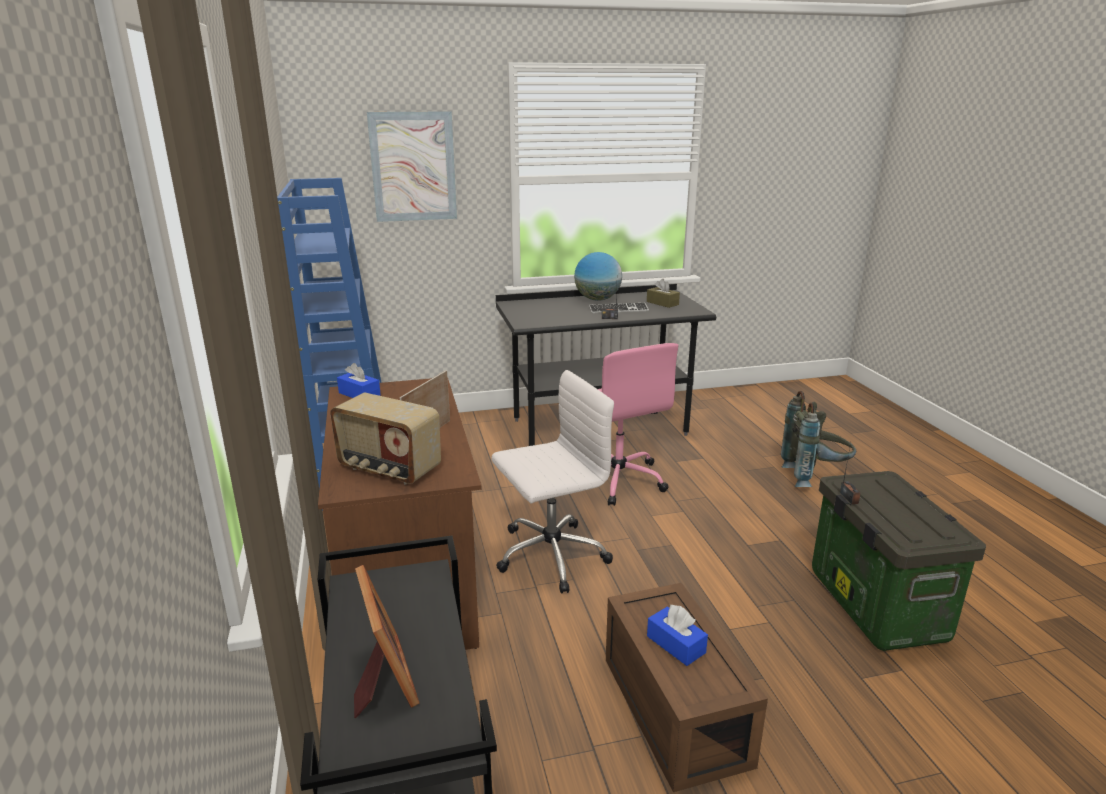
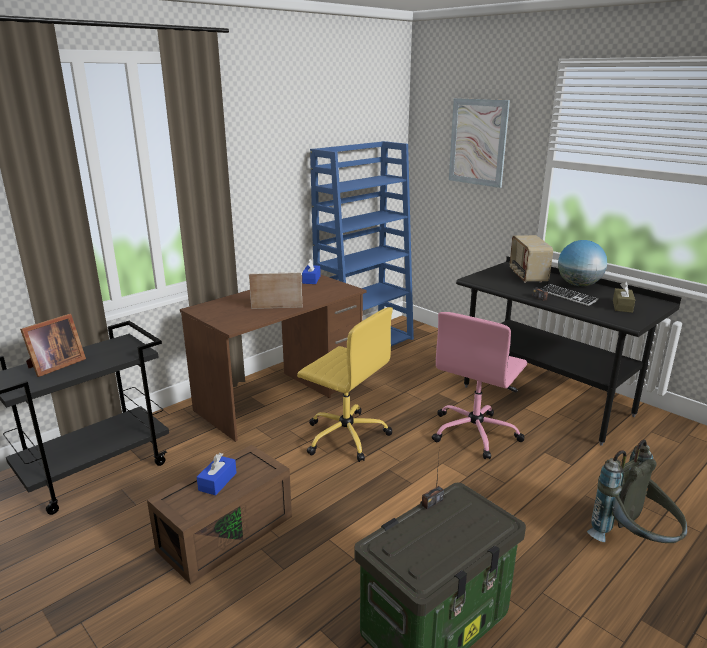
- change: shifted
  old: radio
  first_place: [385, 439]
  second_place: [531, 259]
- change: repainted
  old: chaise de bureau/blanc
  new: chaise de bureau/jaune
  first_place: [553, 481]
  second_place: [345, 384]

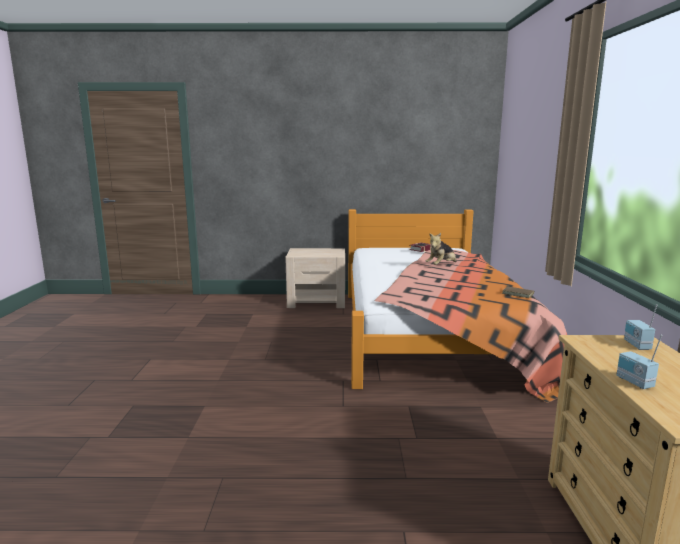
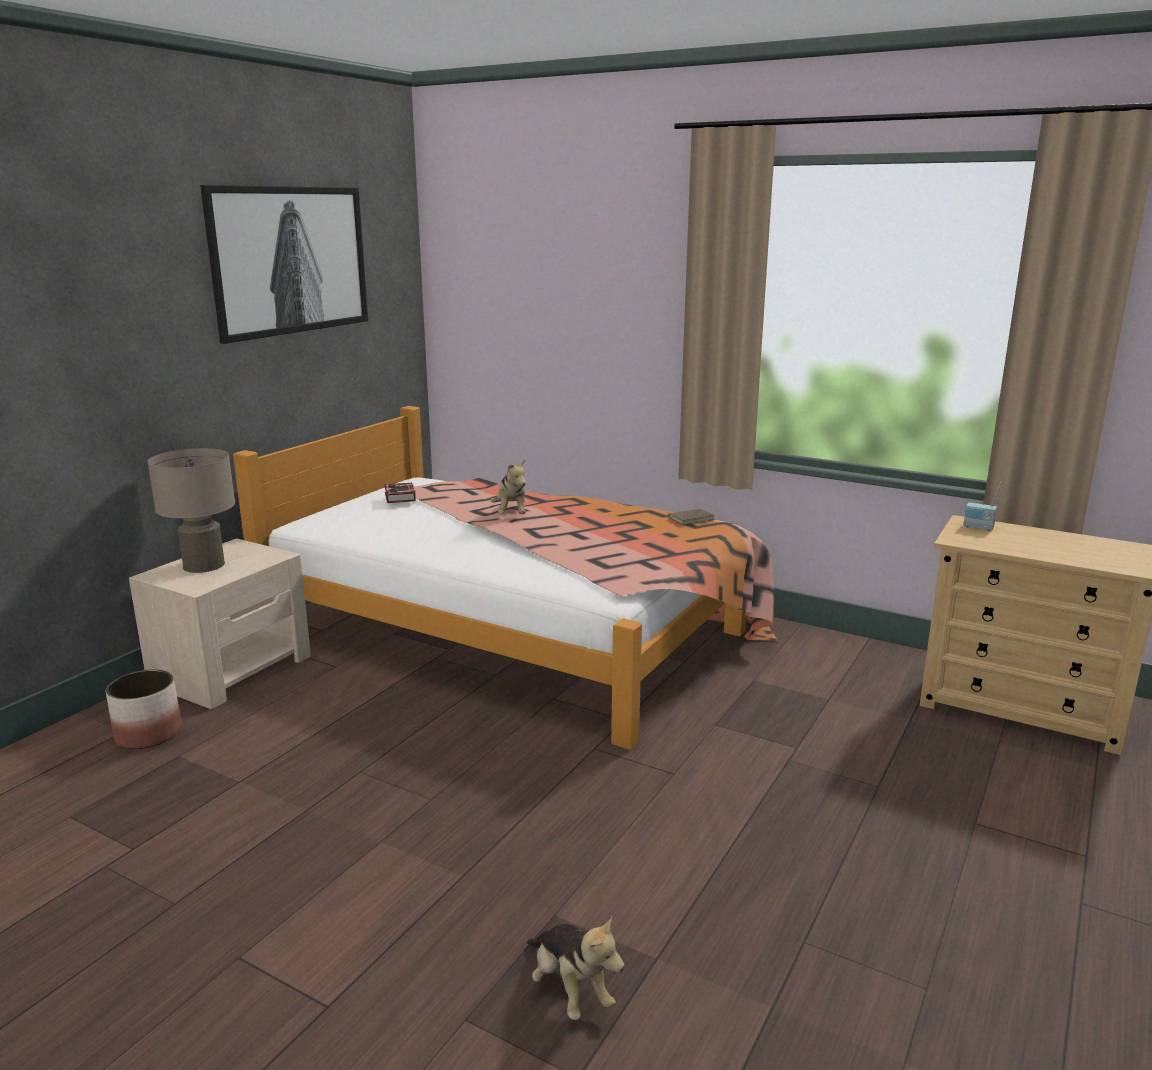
- change: gone
  old: radio
  first_place: [639, 362]
- change: new
  new: cache-pot
  second_place: [144, 709]
- change: new
  new: lampe de table/beige
  second_place: [191, 510]
- change: new
  new: tableau
  second_place: [284, 264]
- change: new
  new: peluche
  second_place: [575, 968]

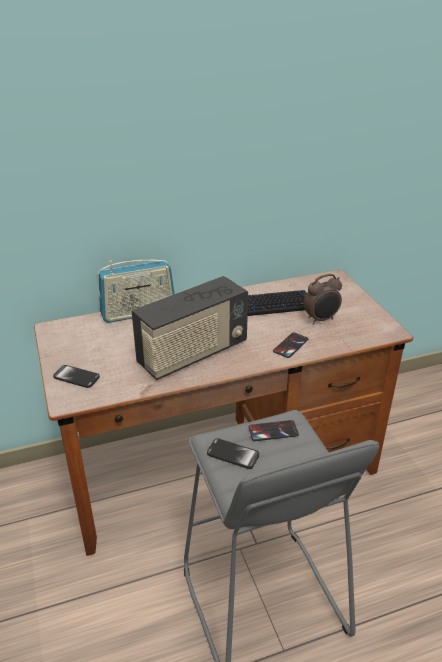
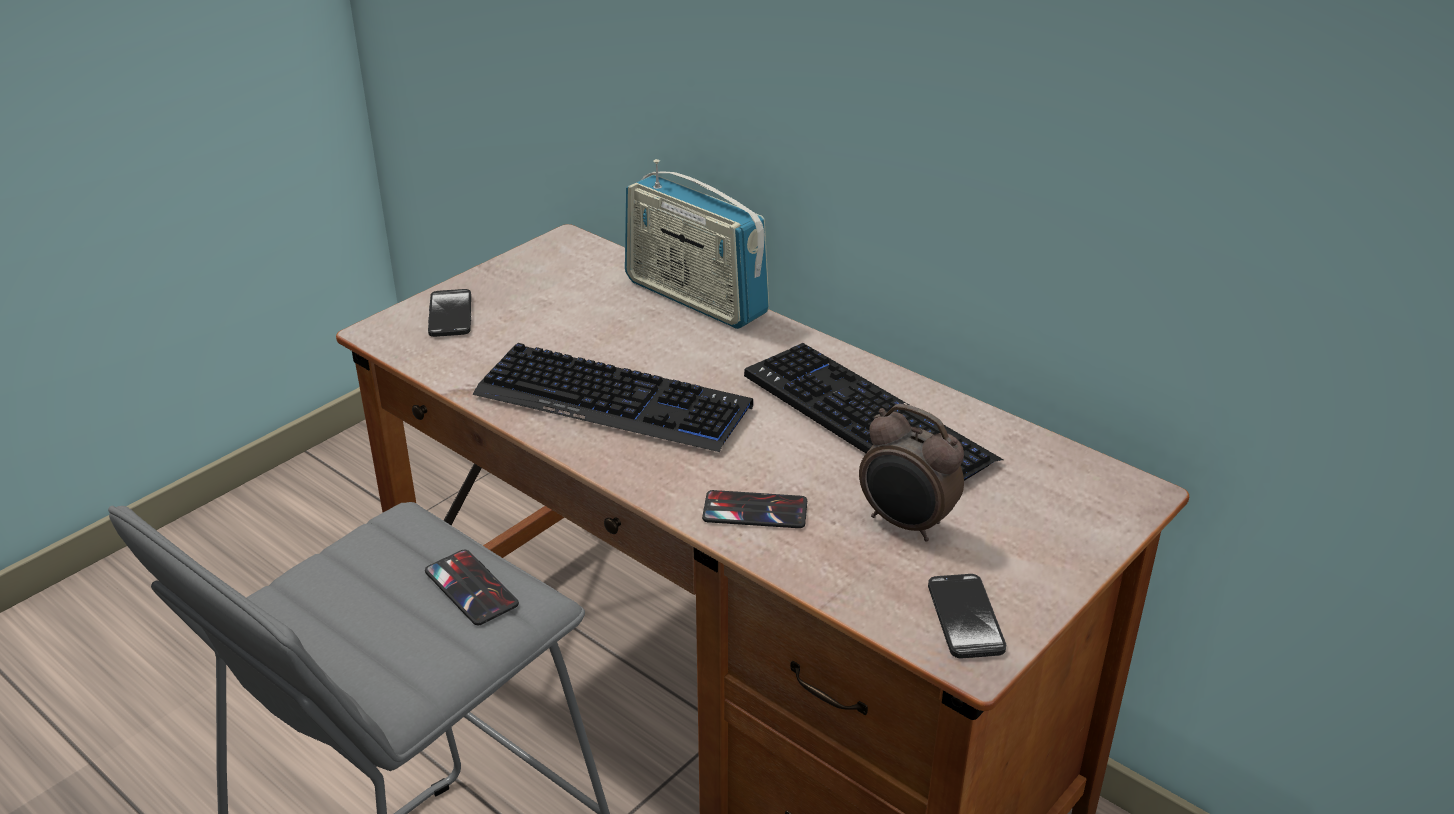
- change: shifted
  old: téléphone
  first_place: [233, 453]
  second_place: [967, 616]
- change: swapped
  old: radio
  new: clavier
  first_place: [189, 328]
  second_place: [612, 397]

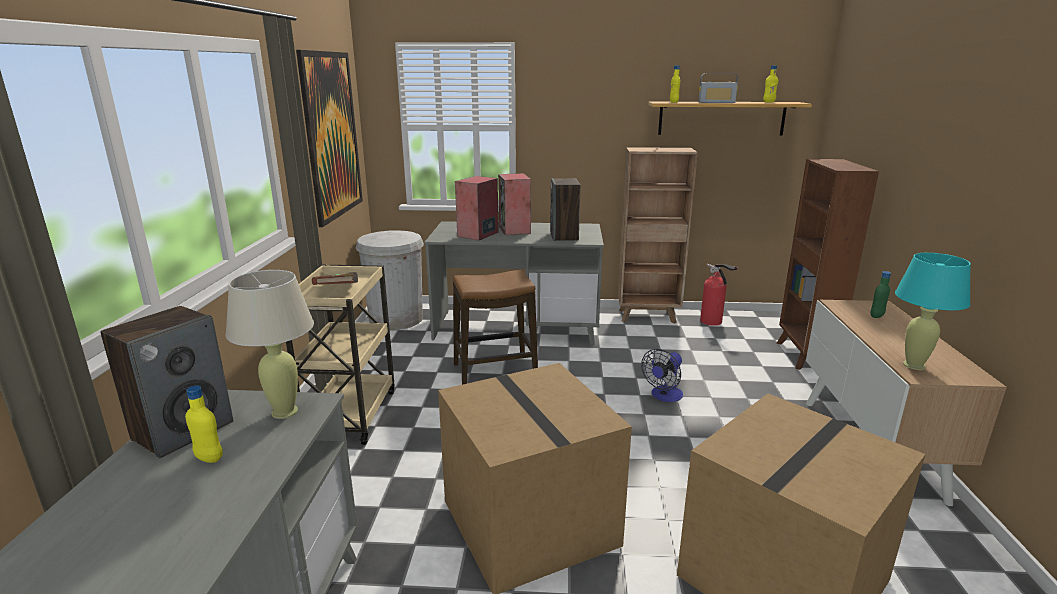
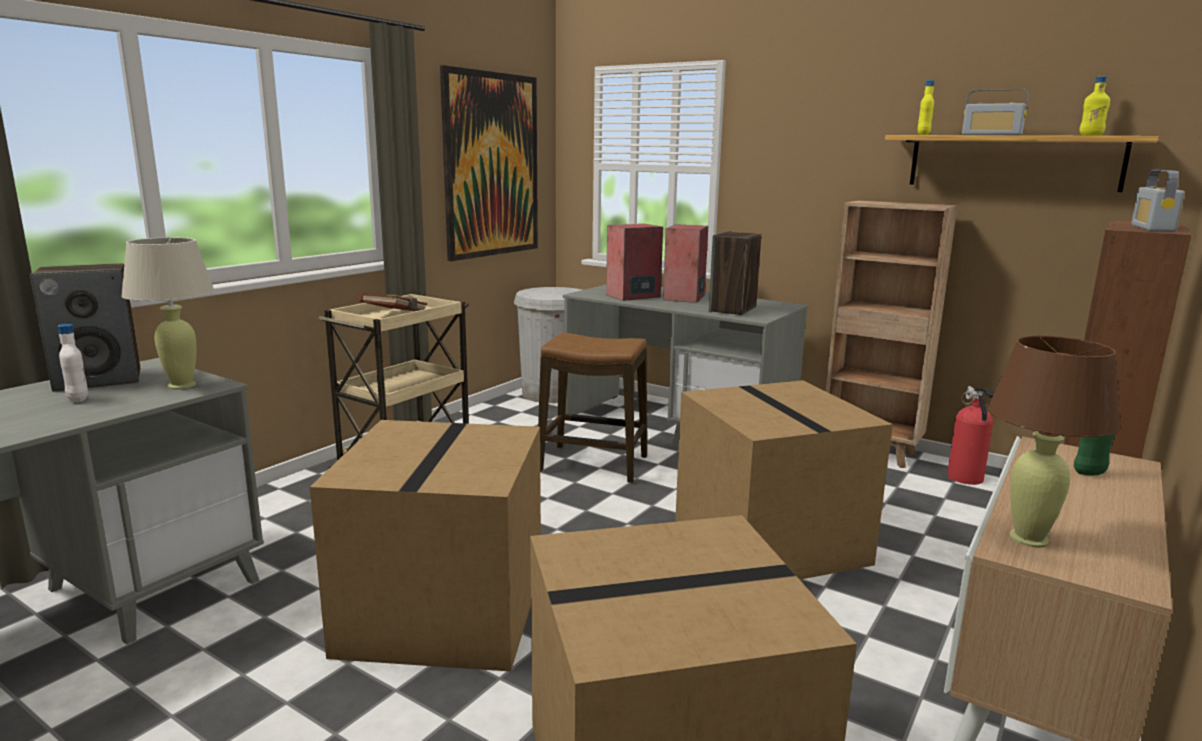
- change: new
  new: radio
  second_place: [1157, 201]
- change: swapped
  old: ventilateur
  new: carton
  first_place: [662, 375]
  second_place: [784, 480]
- change: repainted
  old: bouteille/jaune
  new: bouteille/blanc
  first_place: [204, 424]
  second_place: [73, 363]
- change: repainted
  old: lampe de table/turquoise
  new: lampe de table/marron
  first_place: [933, 311]
  second_place: [1054, 442]

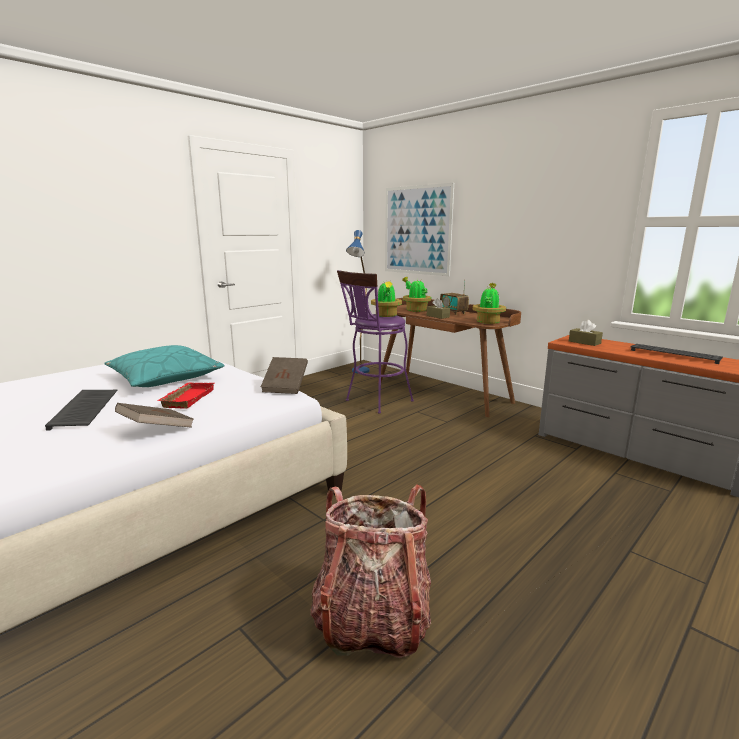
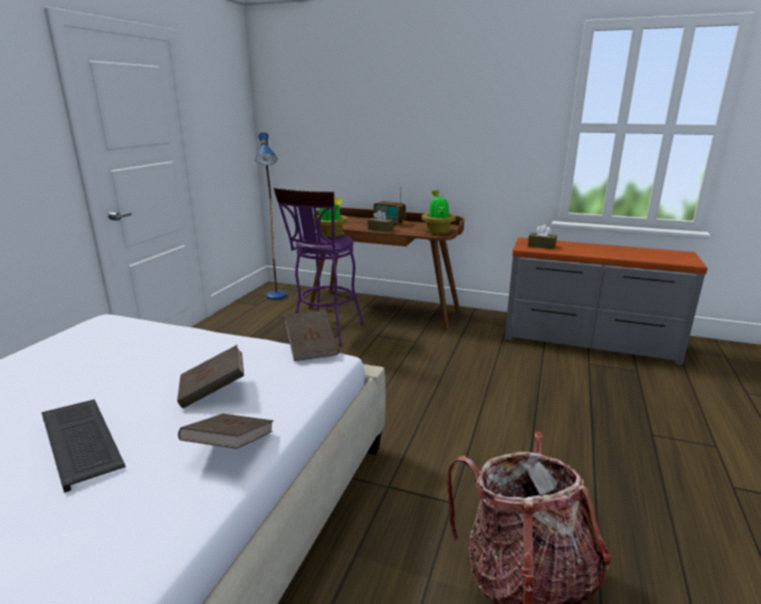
- change: gone
  old: coussin/turquoise
  first_place: [164, 366]
- change: gone
  old: tableau
  first_place: [419, 229]
- change: gone
  old: plante en pot
  first_place: [417, 294]
- change: gone
  old: clavier
  first_place: [676, 354]
- change: swapped
  old: plateau/rouge
  new: livre/marron
  first_place: [186, 396]
  second_place: [210, 376]

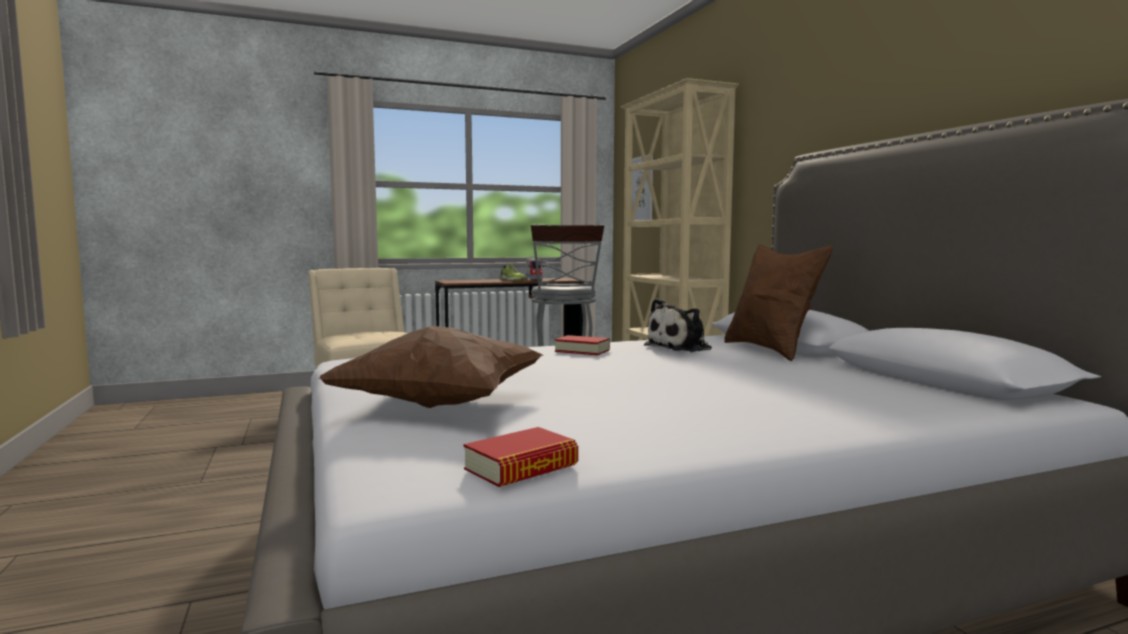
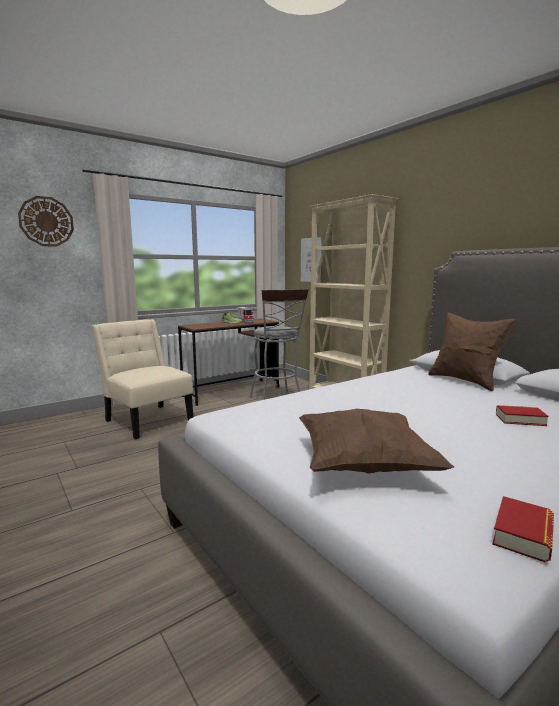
- change: gone
  old: peluche
  first_place: [678, 325]
- change: new
  new: horloge murale
  second_place: [46, 221]
- change: shifted
  old: livre
  first_place: [582, 345]
  second_place: [522, 415]

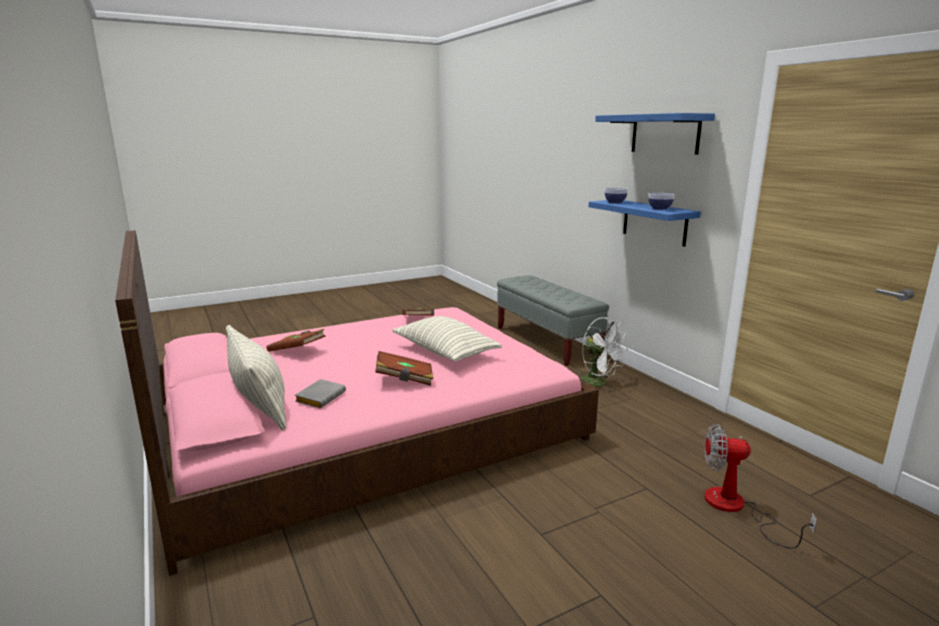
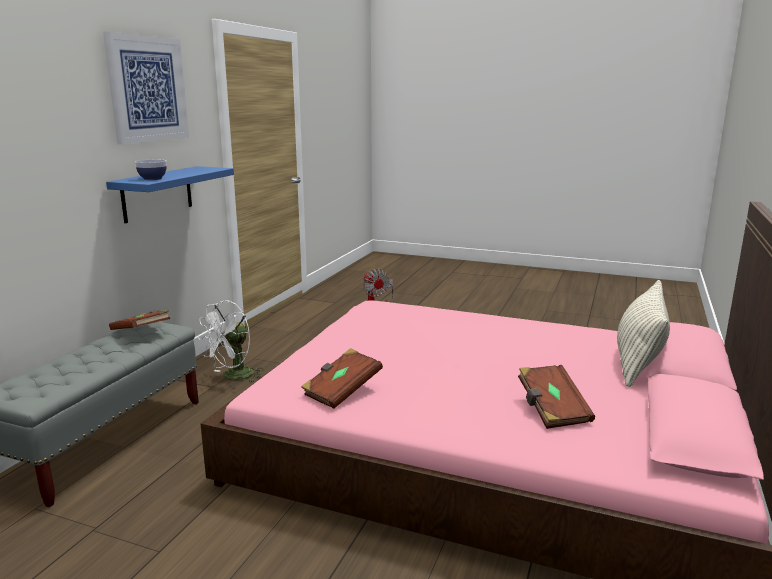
- change: gone
  old: livre/gris
  first_place: [320, 393]
- change: gone
  old: coussin
  first_place: [447, 338]
- change: gone
  old: bol
  first_place: [661, 201]
- change: shifted
  old: livre/marron
  first_place: [404, 368]
  second_place: [139, 320]
- change: swapped
  old: étagère/bleu
  new: tableau
  first_place: [655, 134]
  second_place: [146, 88]
- change: rotated
  old: ventilateur/blanc
  first_place: [604, 352]
  second_place: [230, 341]
  degrees: -150

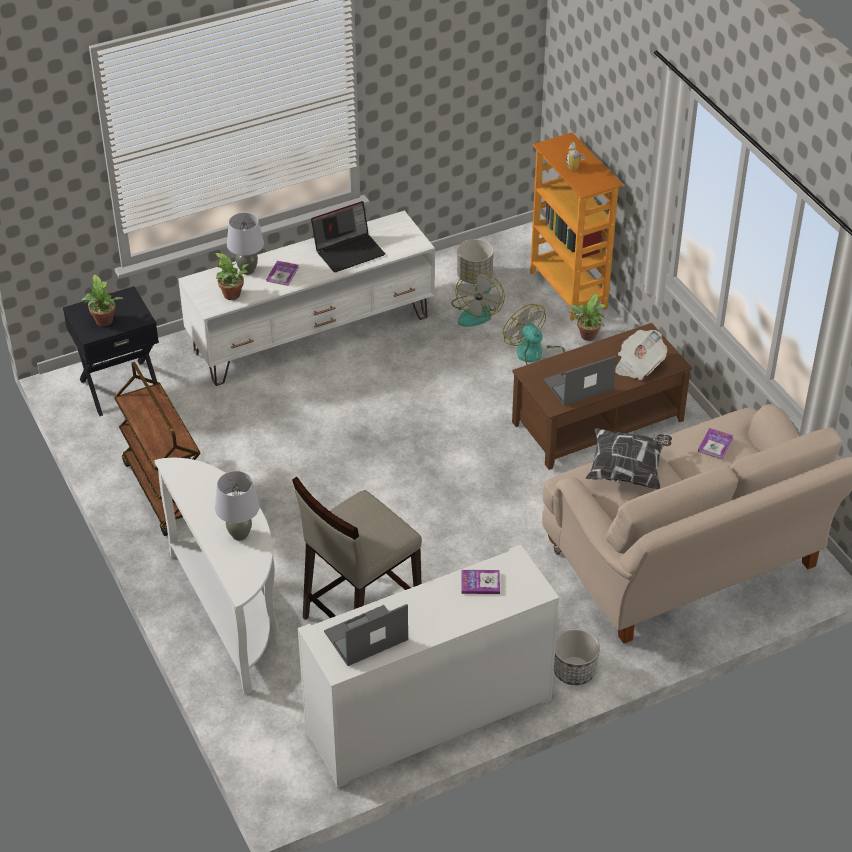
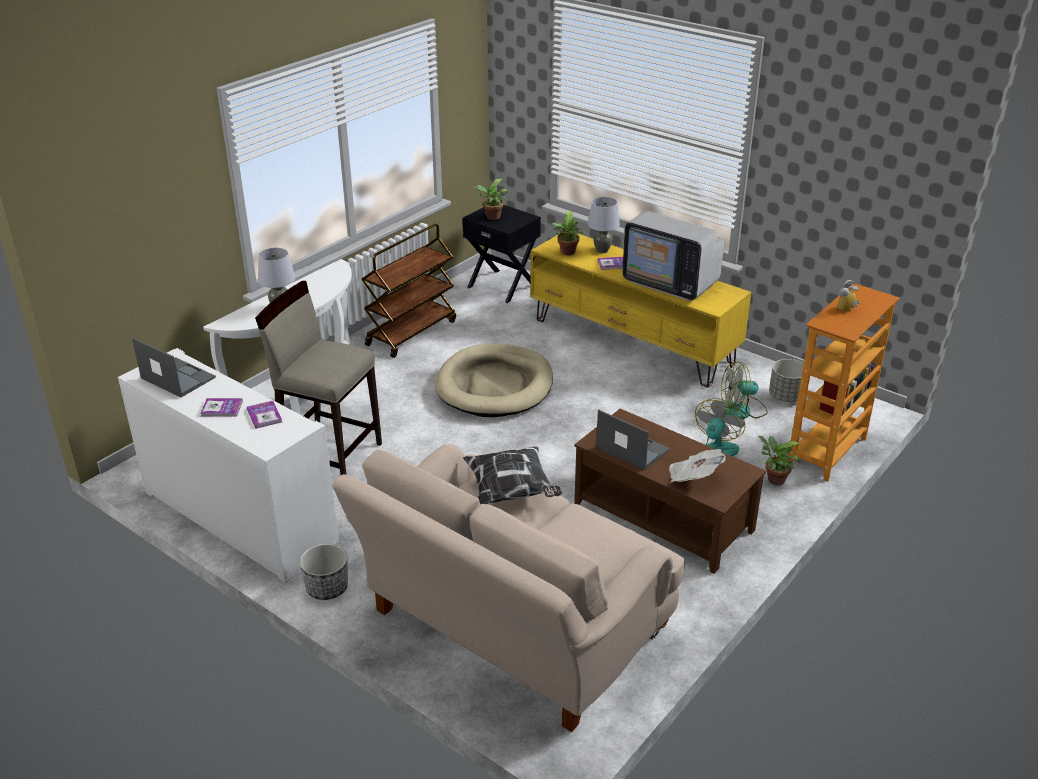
- change: new
  new: panier pour chien/beige
  second_place: [494, 380]
- change: shifted
  old: livre
  first_place: [716, 443]
  second_place: [222, 407]
- change: swapped
  old: ordinateur portable
  new: téléviseur
  first_place: [348, 236]
  second_place: [673, 255]
- change: repainted
  old: meuble télé/blanc
  new: meuble télé/jaune
  first_place: [306, 298]
  second_place: [640, 309]

